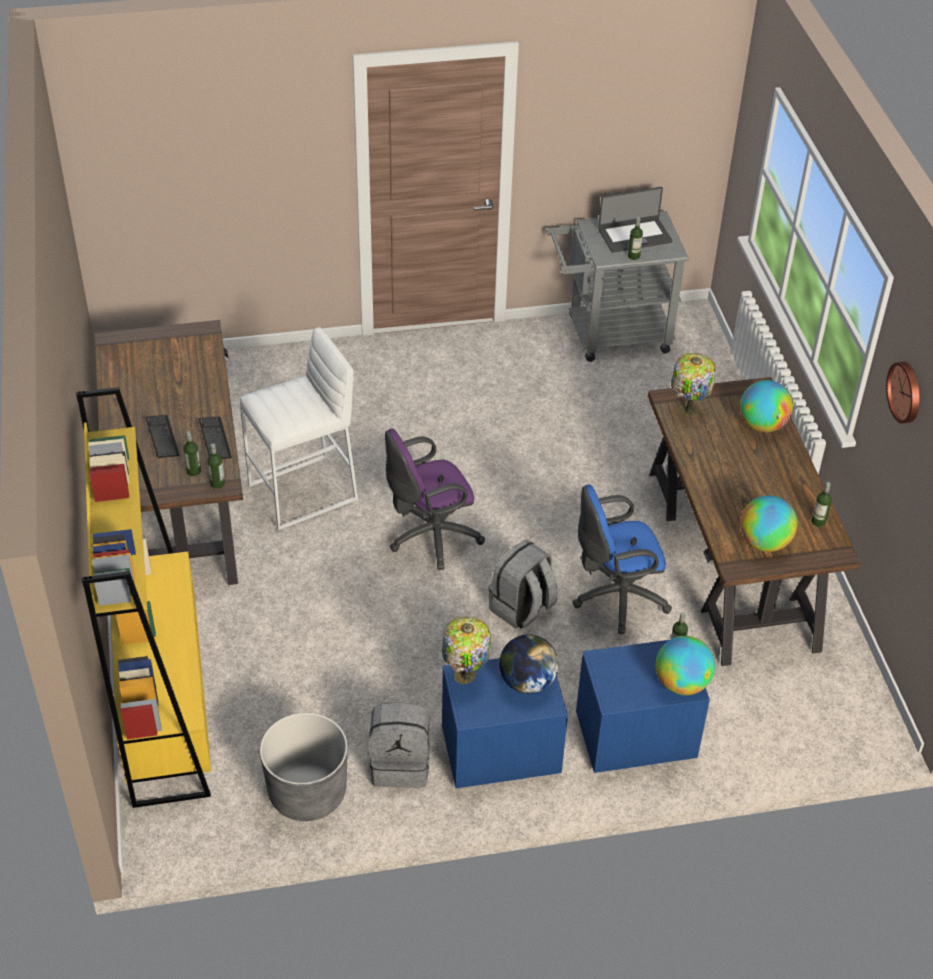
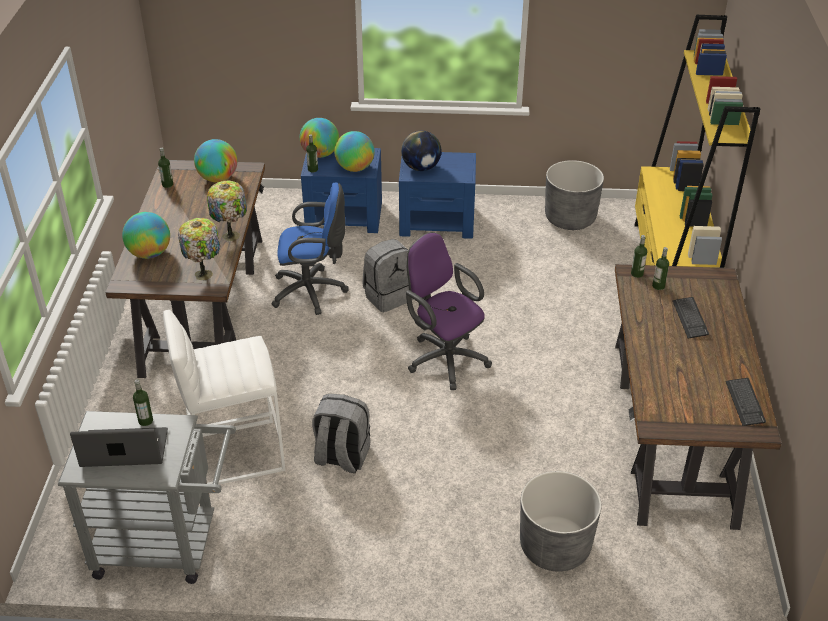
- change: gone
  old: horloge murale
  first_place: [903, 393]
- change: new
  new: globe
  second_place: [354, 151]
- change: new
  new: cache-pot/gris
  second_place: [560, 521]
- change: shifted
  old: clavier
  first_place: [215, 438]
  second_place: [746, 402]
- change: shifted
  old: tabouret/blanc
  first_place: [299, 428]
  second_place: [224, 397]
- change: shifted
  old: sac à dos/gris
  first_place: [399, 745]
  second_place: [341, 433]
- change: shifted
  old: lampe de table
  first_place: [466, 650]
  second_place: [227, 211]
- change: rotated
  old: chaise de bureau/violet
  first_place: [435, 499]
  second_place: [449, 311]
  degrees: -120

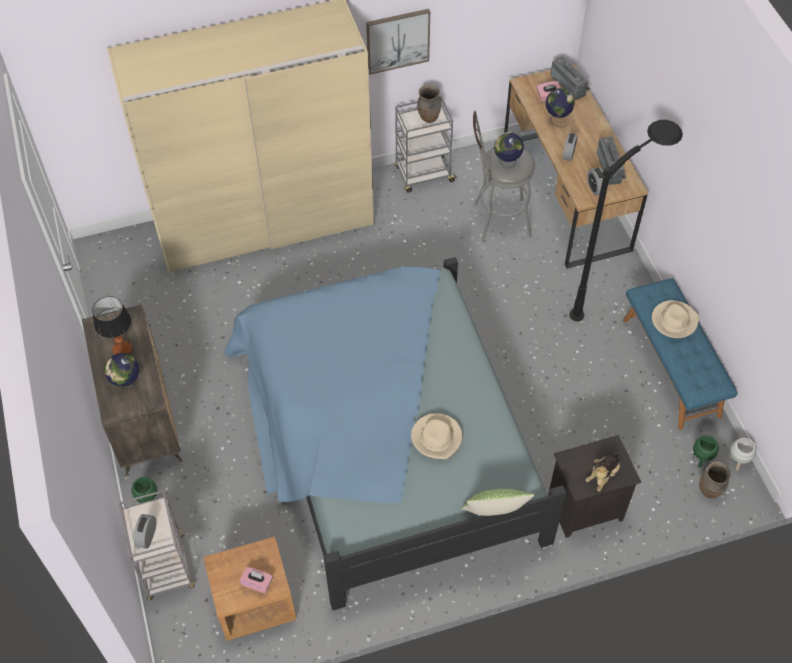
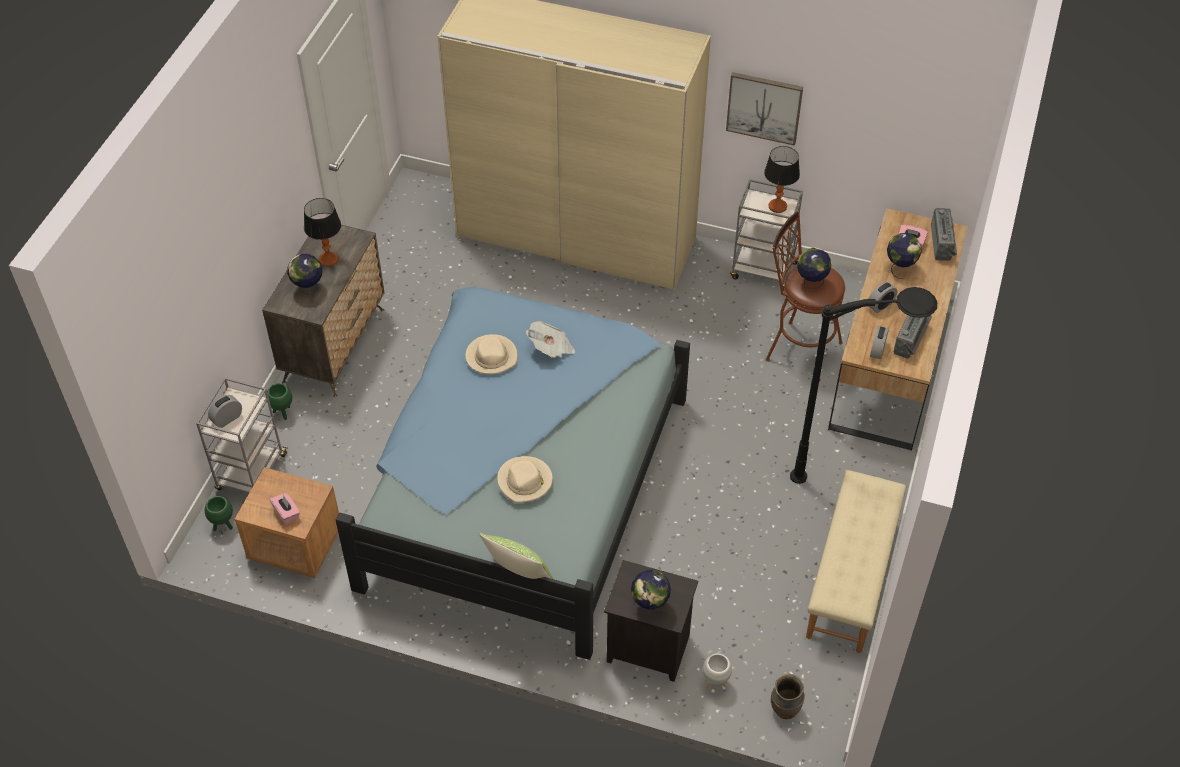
- change: new
  new: journal
  second_place: [550, 339]
- change: shifted
  old: chapeau/beige
  first_place: [675, 319]
  second_place: [491, 354]
- change: shifted
  old: cache-pot/vert
  first_place: [706, 451]
  second_place: [219, 513]
- change: shifted
  old: cache-pot/blanc
  first_place: [742, 454]
  second_place: [717, 671]
- change: swapped
  old: vase/marron
  new: lampe de table
  first_place: [429, 103]
  second_place: [782, 179]
- change: swapped
  old: peluche
  new: globe
  first_place: [603, 472]
  second_place: [651, 591]
- change: repainted
  old: tabouret/gris
  new: tabouret/marron
  first_place: [504, 175]
  second_place: [805, 295]
- change: repainted
  old: banc/bleu
  new: banc/beige
  first_place: [680, 354]
  second_place: [856, 561]

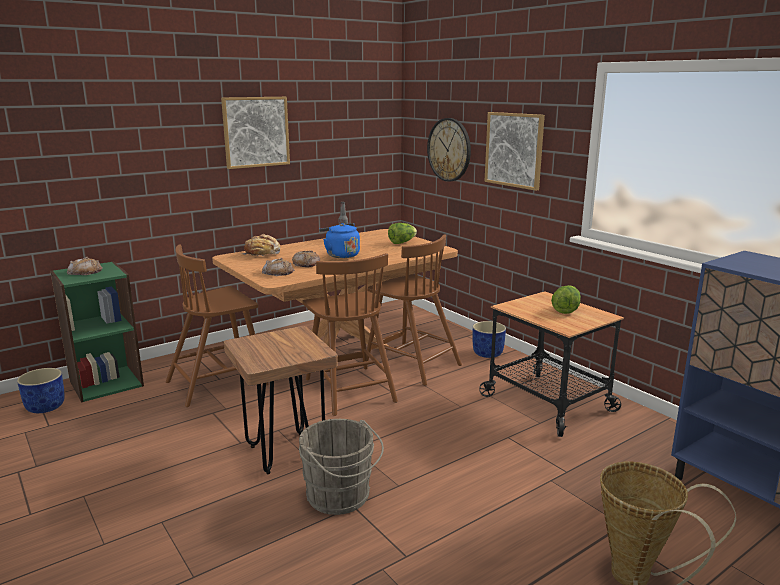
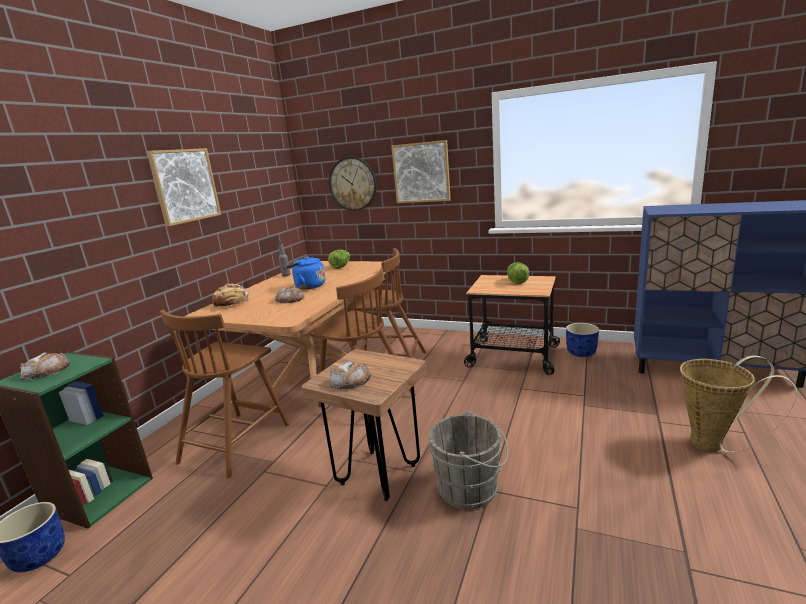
- change: shifted
  old: pain
  first_place: [278, 267]
  second_place: [350, 375]
- change: shifted
  old: cache-pot/bleu
  first_place: [489, 339]
  second_place: [582, 340]

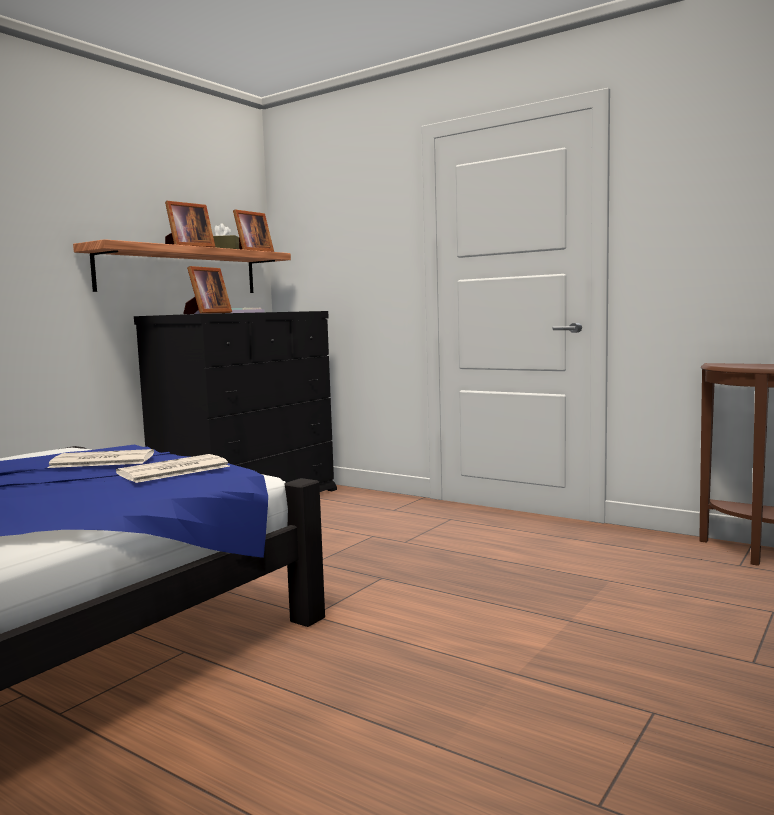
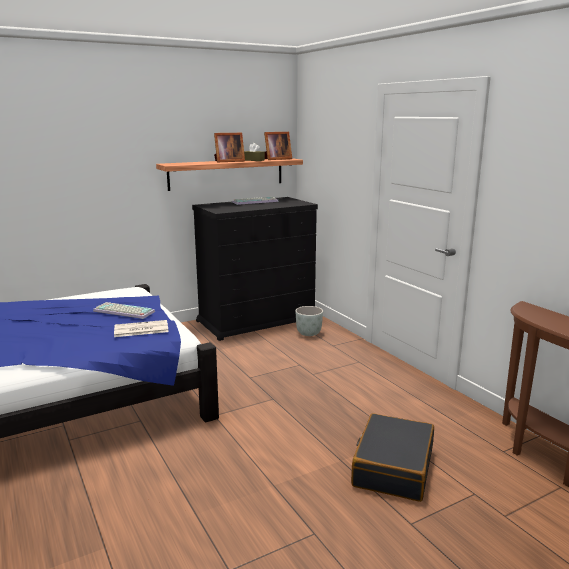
- change: gone
  old: cadre photo
  first_place: [207, 290]
- change: new
  new: cache-pot/gris
  second_place: [309, 321]
- change: new
  new: valise/noir
  second_place: [392, 457]
- change: swapped
  old: journal
  new: clavier
  first_place: [101, 458]
  second_place: [124, 310]

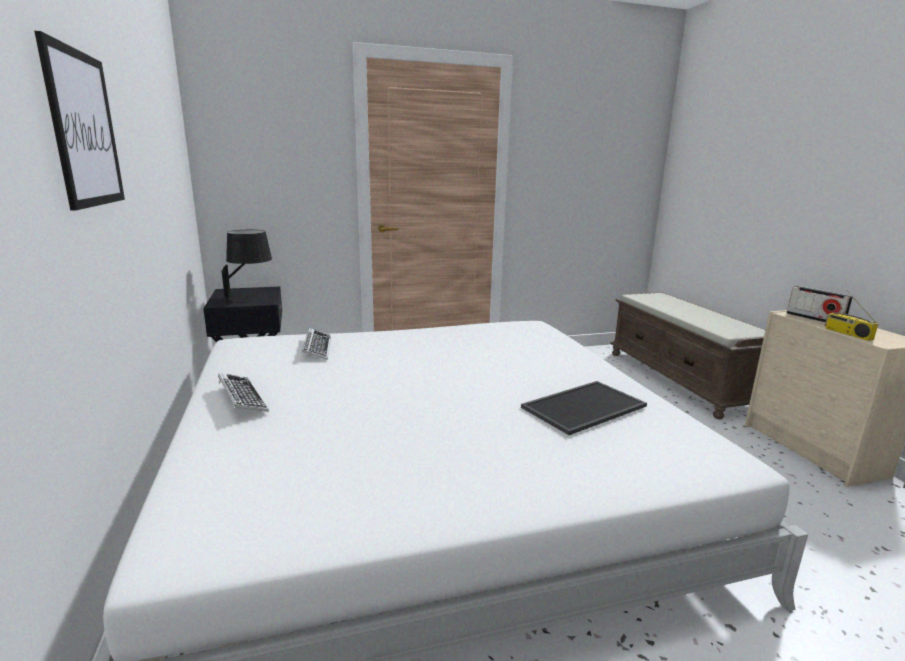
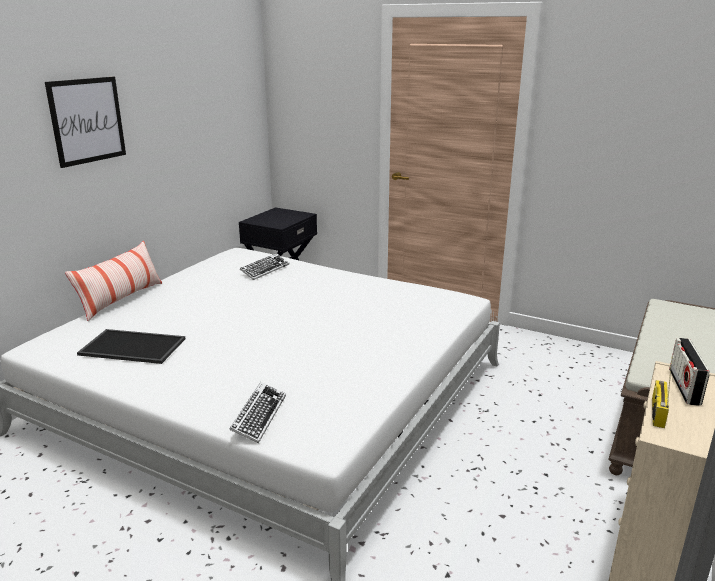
- change: gone
  old: lampe de table/noir
  first_place: [247, 266]
- change: new
  new: coussin
  second_place: [113, 281]
- change: shifted
  old: clavier
  first_place: [243, 392]
  second_place: [257, 412]
- change: shifted
  old: plateau
  first_place: [584, 408]
  second_place: [131, 346]

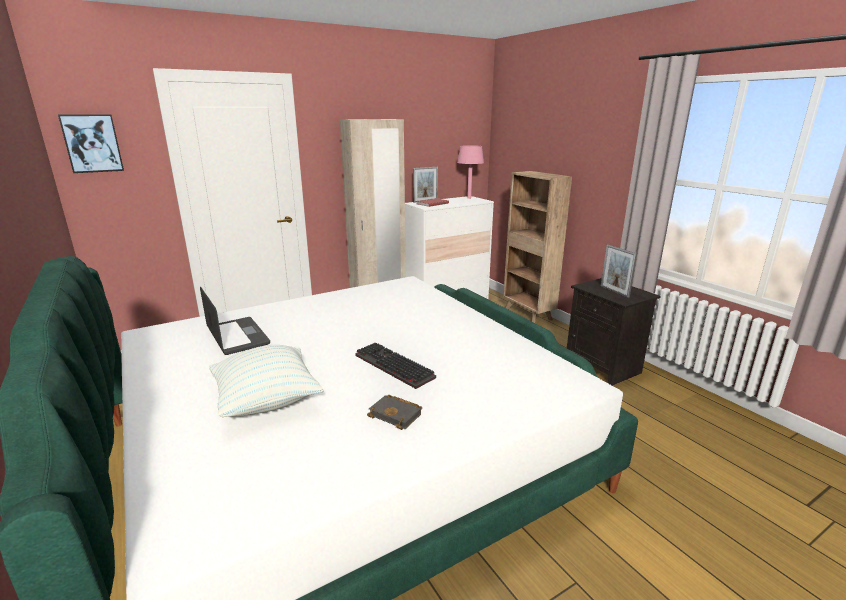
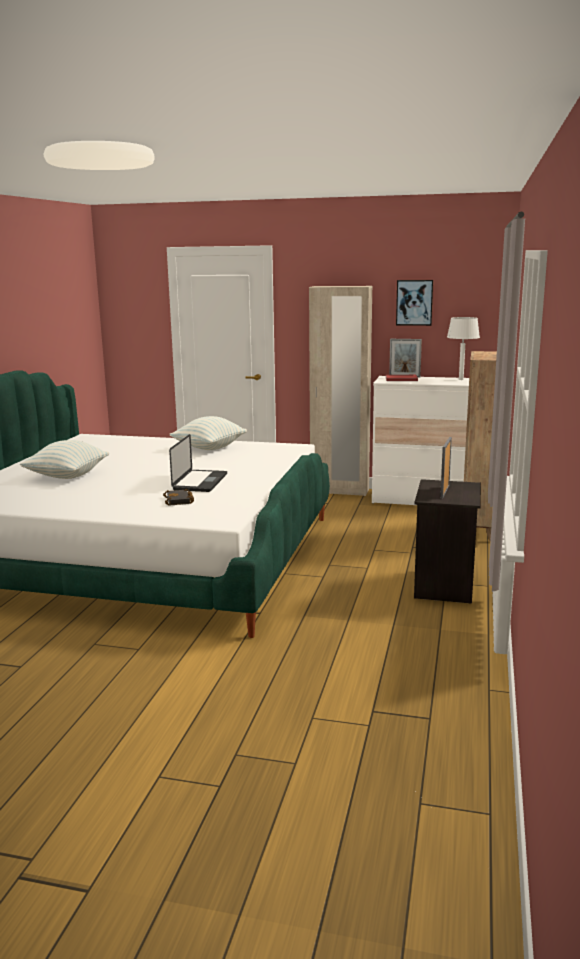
- change: gone
  old: clavier
  first_place: [395, 366]
- change: new
  new: coussin
  second_place: [208, 433]
- change: shifted
  old: tableau
  first_place: [91, 143]
  second_place: [414, 303]
- change: shifted
  old: ordinateur portable
  first_place: [235, 321]
  second_place: [198, 463]
- change: shifted
  old: livre/noir
  first_place: [394, 412]
  second_place: [178, 497]
- change: repainted
  old: lampe de table/rose
  new: lampe de table/blanc
  first_place: [470, 172]
  second_place: [463, 348]

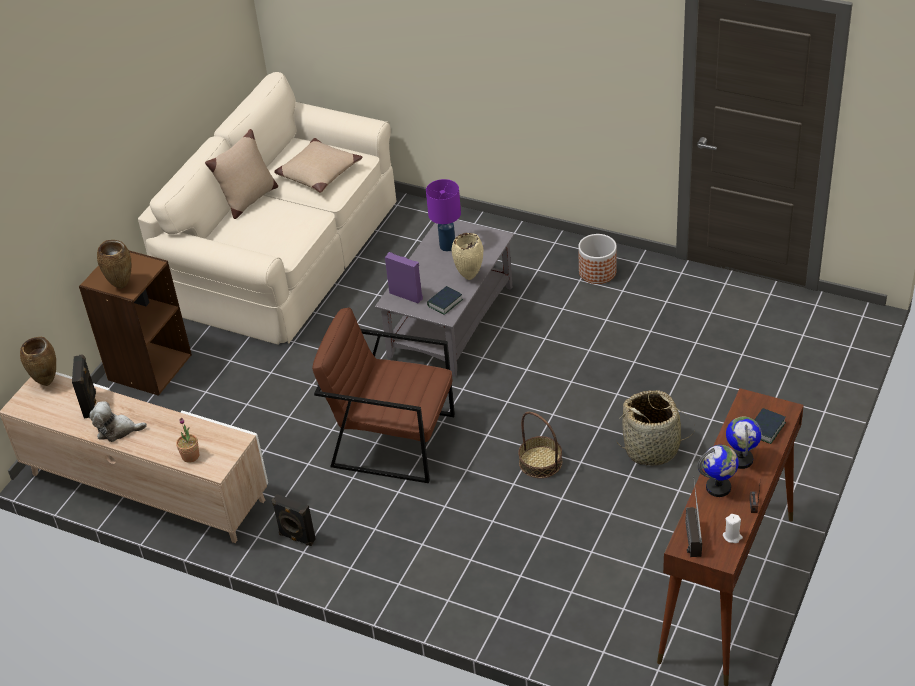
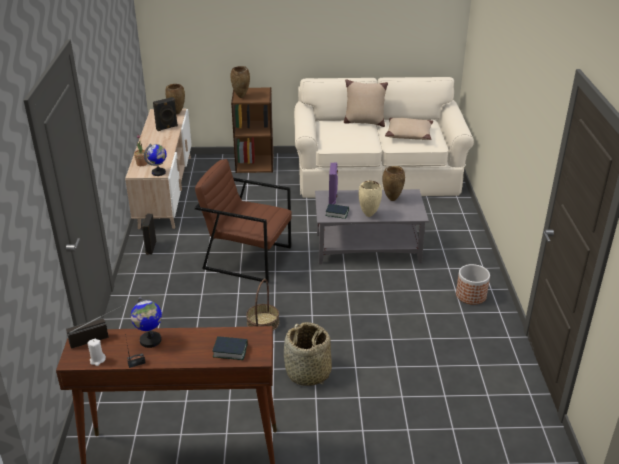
- change: gone
  old: peluche
  first_place: [118, 421]
- change: shifted
  old: globe
  first_place: [744, 442]
  second_place: [155, 160]
- change: swapped
  old: lampe de table/violet
  new: vase/marron
  first_place: [443, 215]
  second_place: [393, 183]
- change: rotated
  old: fauteuil/marron
  first_place: [383, 395]
  second_place: [243, 221]
  degrees: -60

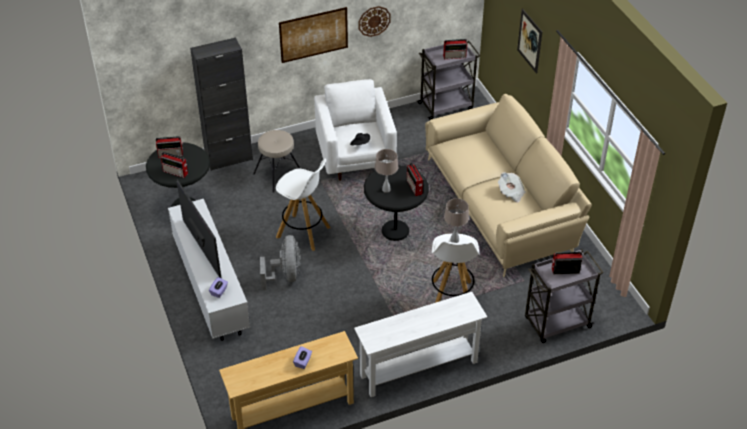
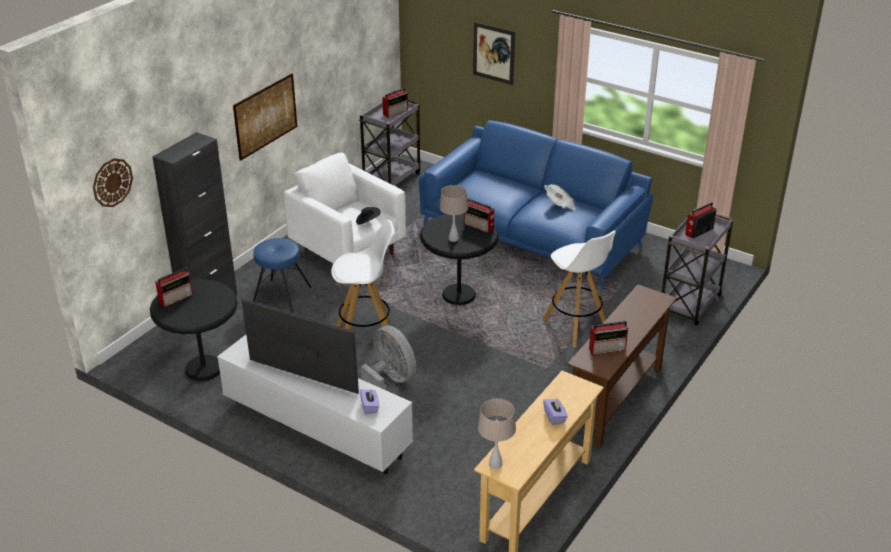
- change: shifted
  old: radio
  first_place: [174, 165]
  second_place: [608, 338]
- change: shifted
  old: horloge murale
  first_place: [374, 21]
  second_place: [113, 182]
- change: shifted
  old: lampe de table/beige
  first_place: [456, 220]
  second_place: [497, 434]
- change: repainted
  old: tabouret/beige
  new: tabouret/bleu
  first_place: [276, 161]
  second_place: [282, 275]
- change: repainted
  old: table console/blanc
  new: table console/marron
  first_place: [420, 344]
  second_place: [622, 365]
- change: repainted
  old: canapé/beige
  new: canapé/bleu
  first_place: [508, 185]
  second_place: [536, 204]

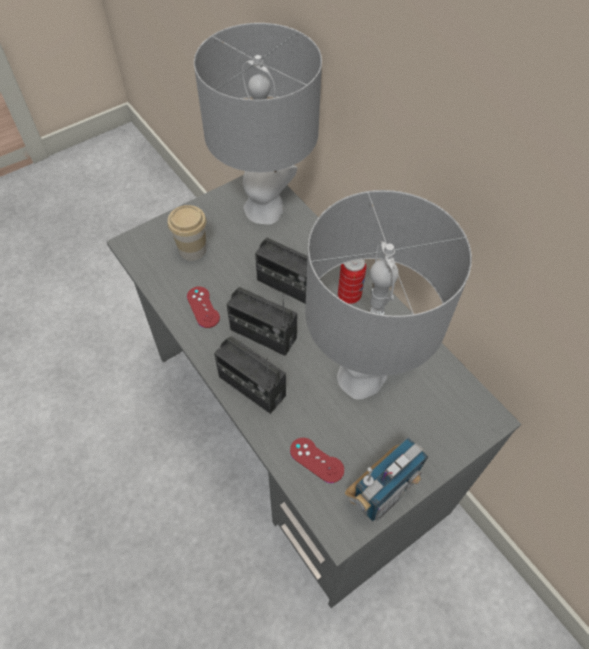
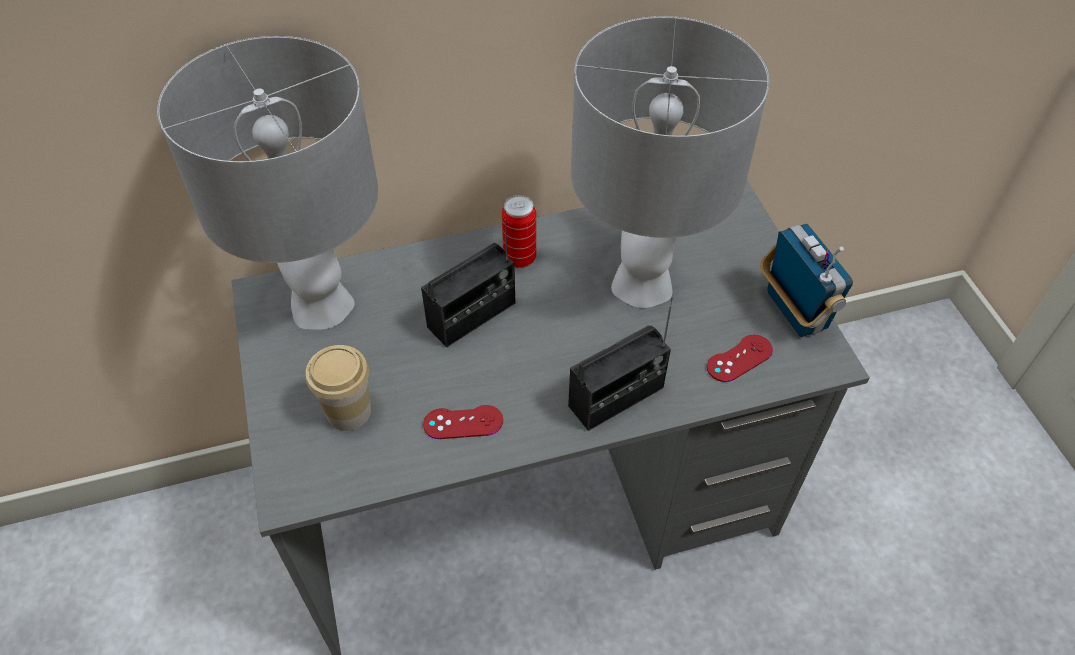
- change: gone
  old: radio
  first_place: [261, 321]

